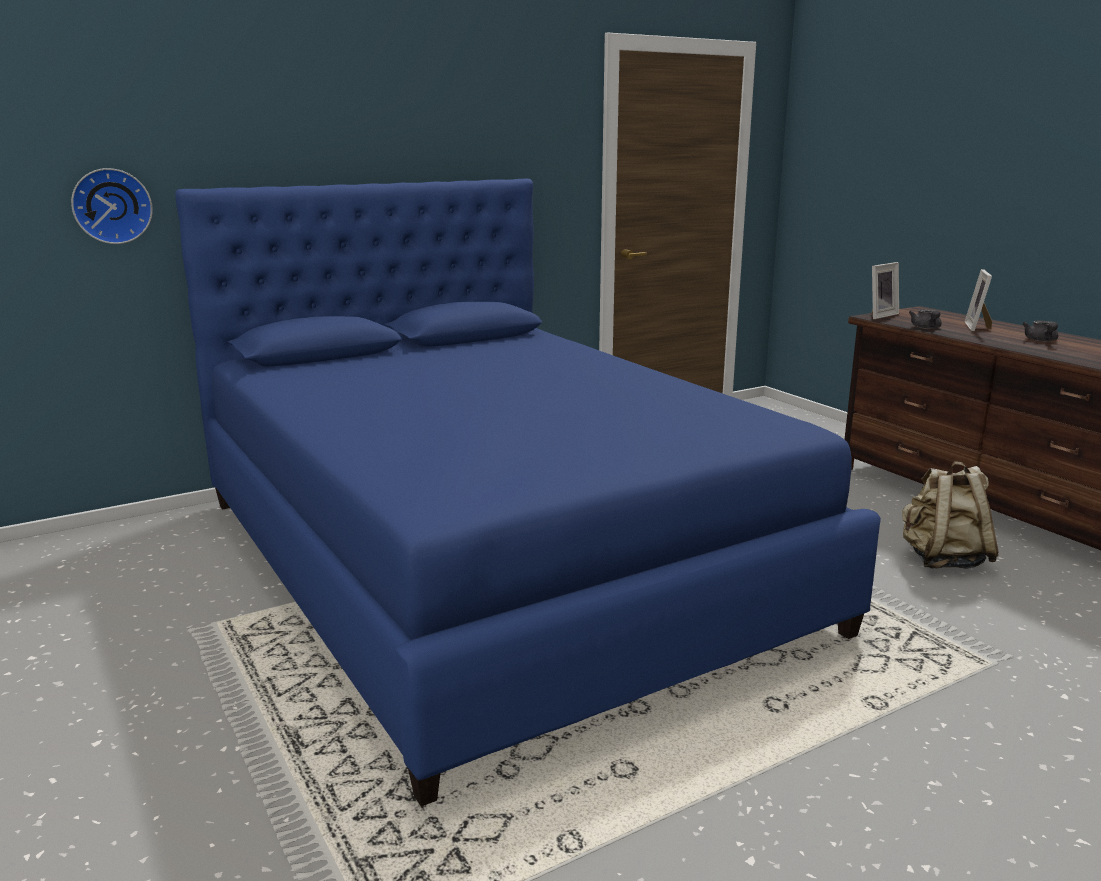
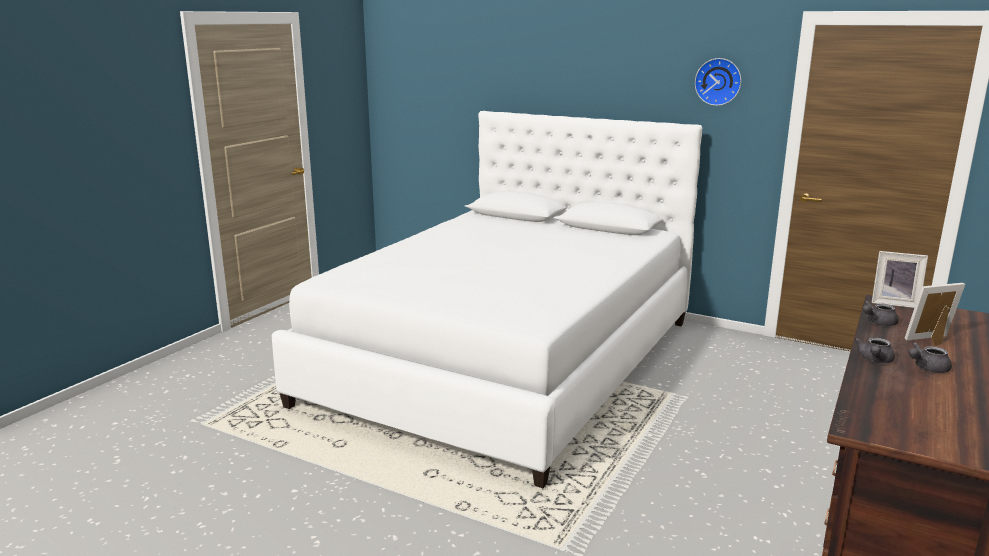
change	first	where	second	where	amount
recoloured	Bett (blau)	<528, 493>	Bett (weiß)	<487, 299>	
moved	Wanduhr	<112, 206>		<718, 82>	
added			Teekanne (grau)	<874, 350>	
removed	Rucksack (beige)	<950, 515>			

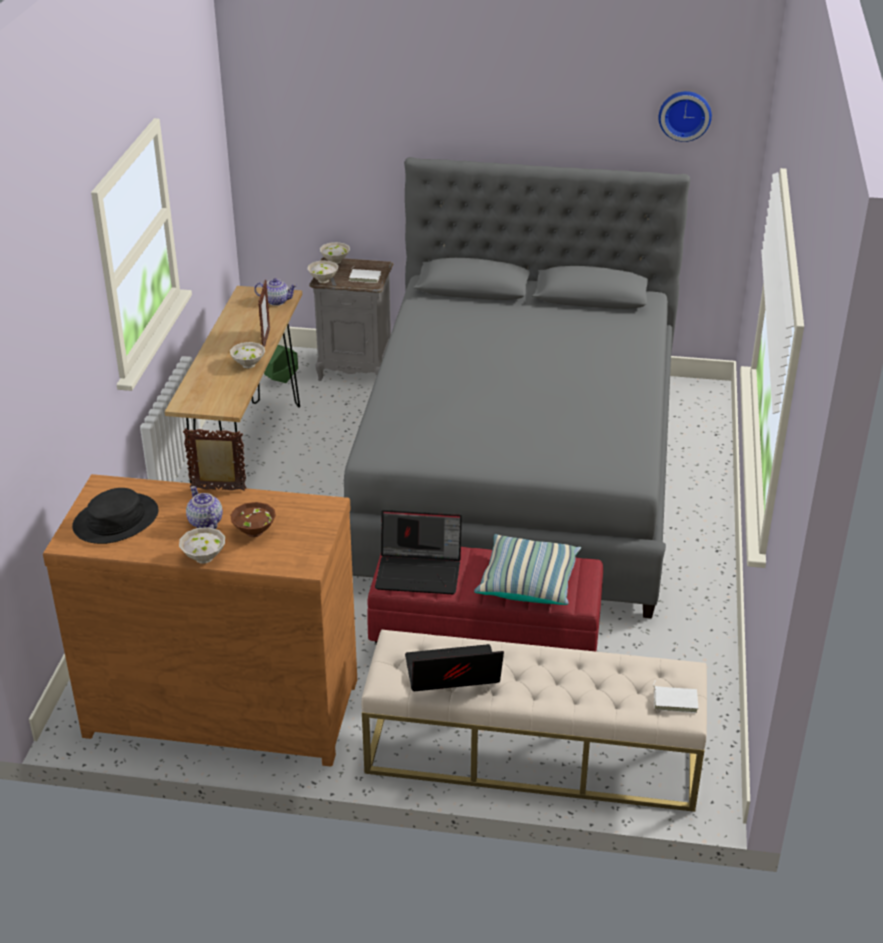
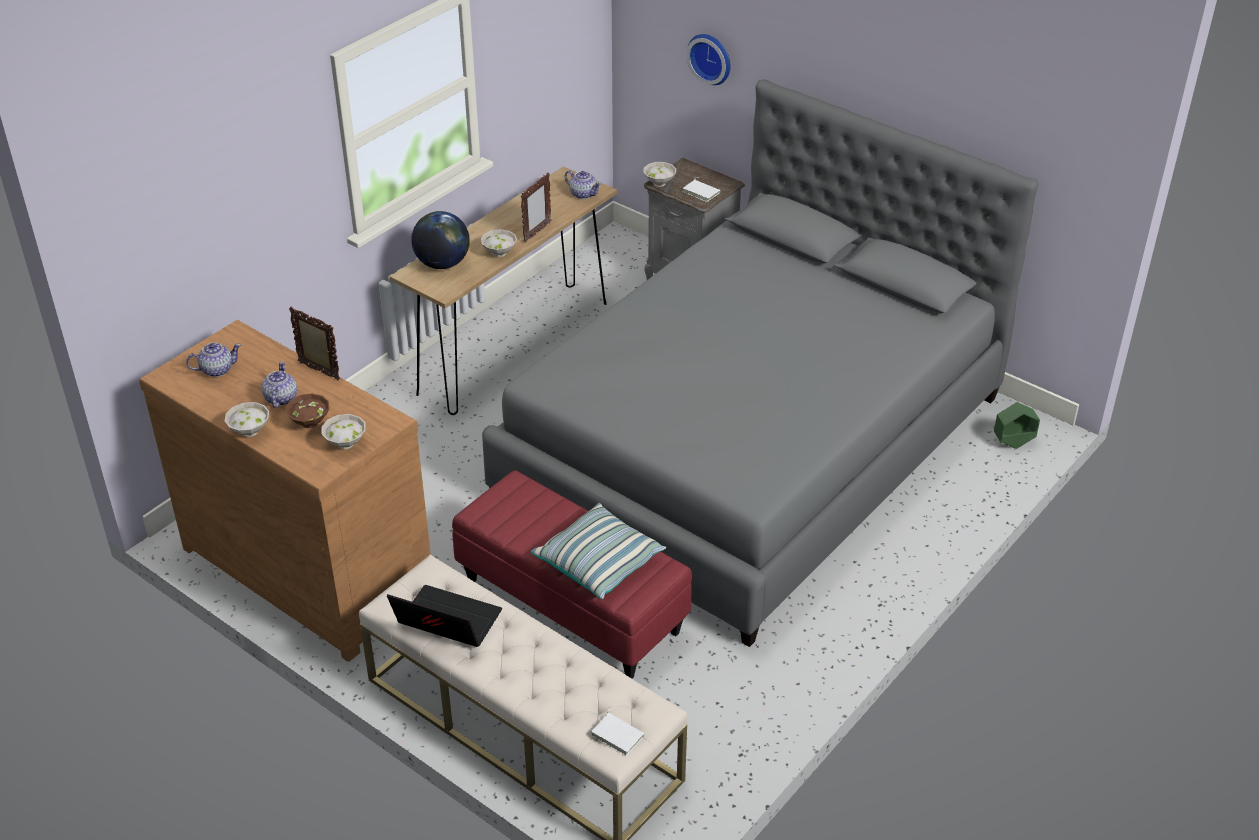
change	first	where	second	where	amount
replaced	Hut (schwarz)	<115, 516>	Teekanne	<213, 360>	
moved	Schüssel (weiß)	<335, 253>		<343, 431>	
added			Globus	<440, 240>	
moved	Wanduhr	<685, 116>		<708, 59>	
moved	Pflanzkübel (grün)	<281, 364>		<1017, 425>	
removed	Laptop	<418, 552>			

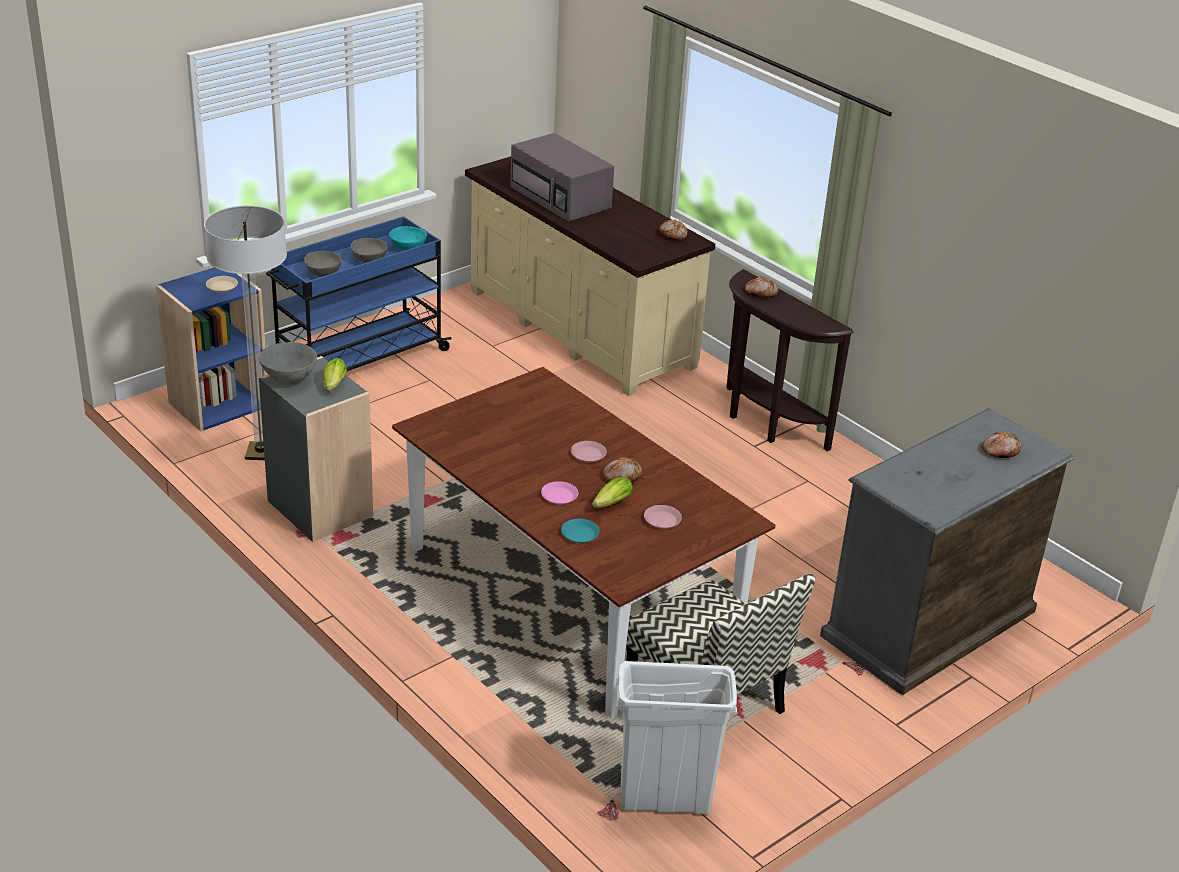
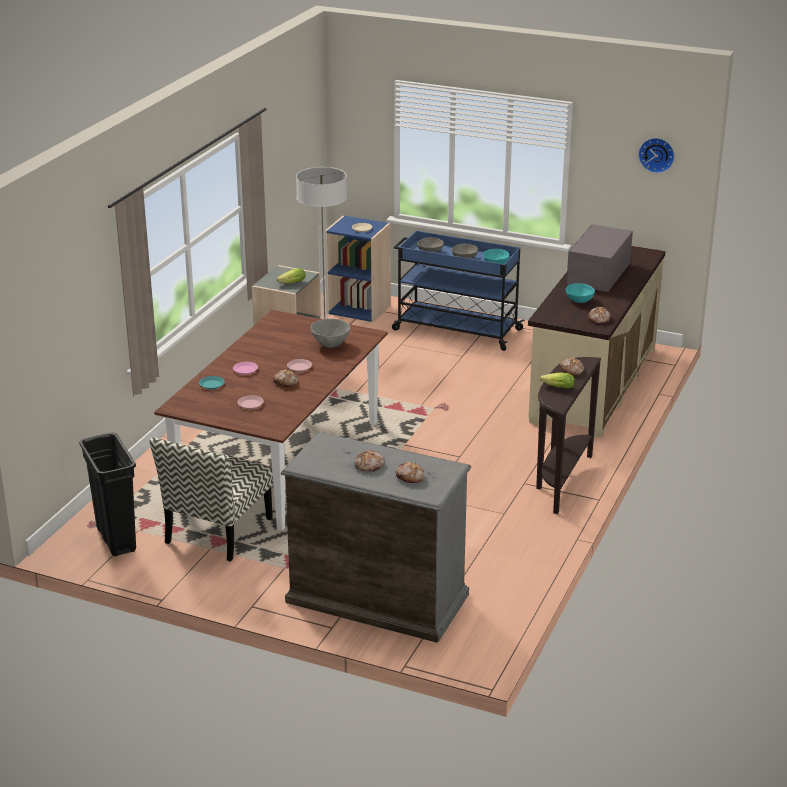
change	first	where	second	where	amount
recoloured	Mülleimer (weiß)	<676, 737>	Mülleimer (schwarz)	<107, 494>	
moved	Schüssel (grau)	<288, 363>		<330, 333>	
added			Brot	<369, 460>	
moved	Salatkopf	<612, 492>		<557, 381>	
added			Schüssel (türkis)	<580, 293>	
added			Wanduhr	<656, 155>	

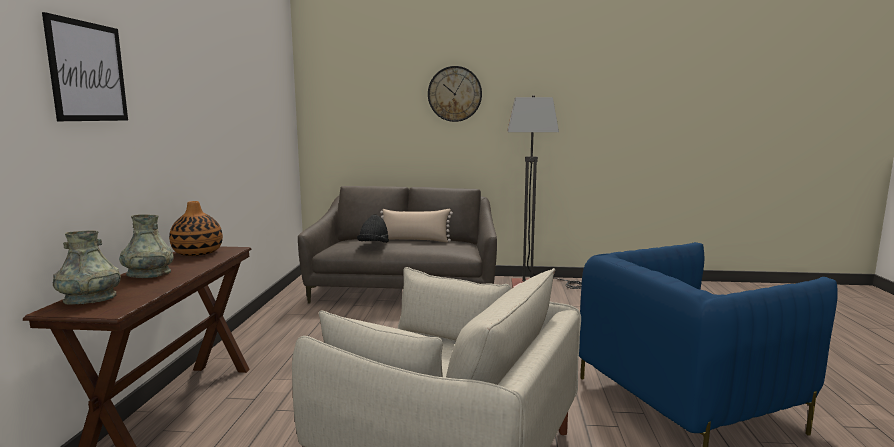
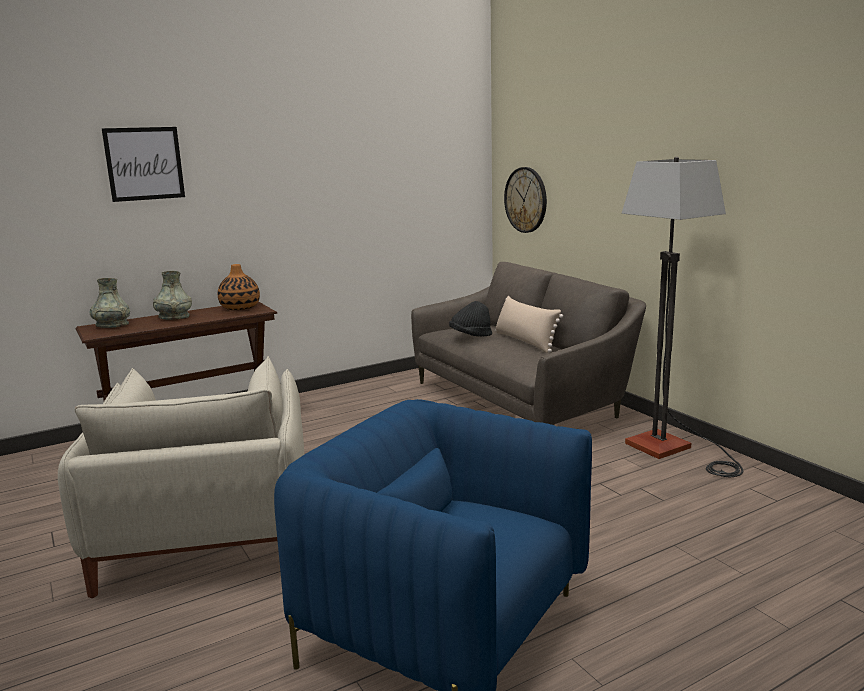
change	first	where	second	where	amount
moved	Wanduhr	<455, 94>		<525, 200>	

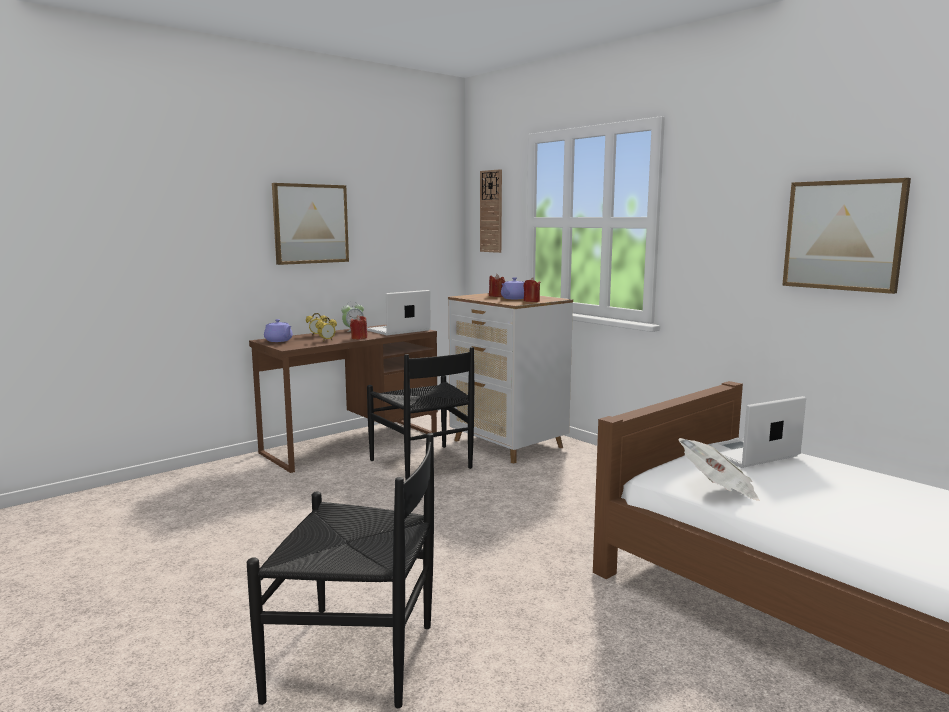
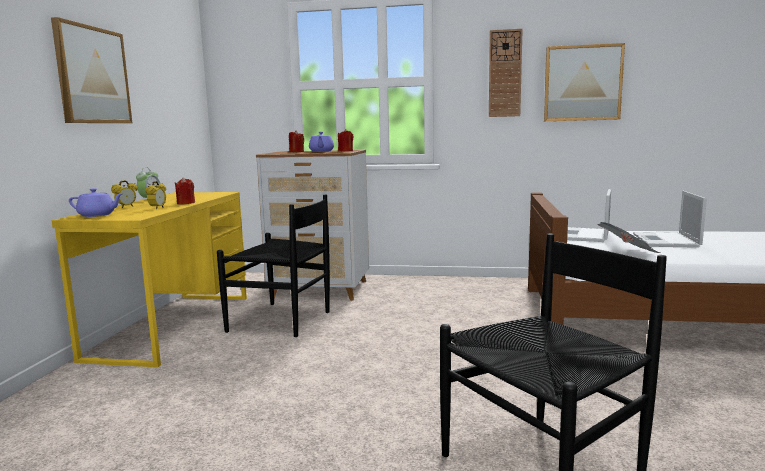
change	first	where	second	where	amount
recoloured	Schreibtisch (braun)	<343, 399>	Schreibtisch (gelb)	<149, 279>	
moved	Wanduhr	<491, 211>		<506, 73>	
moved	Laptop	<399, 312>		<670, 219>	

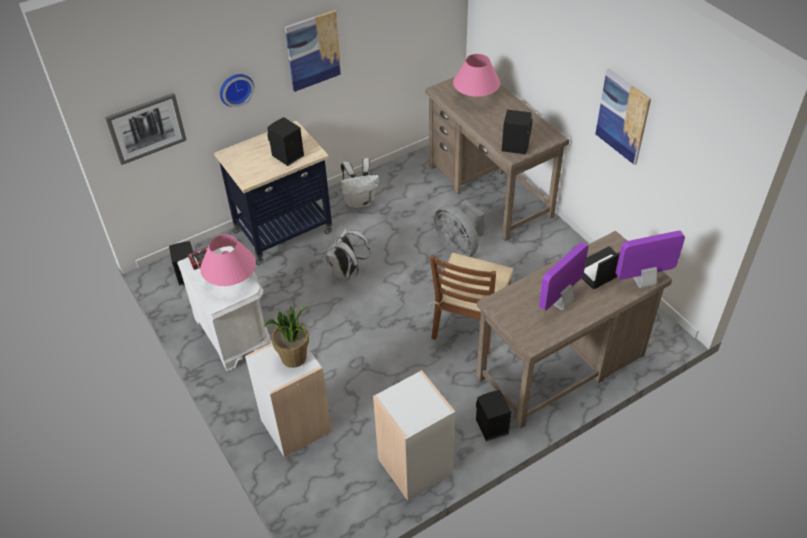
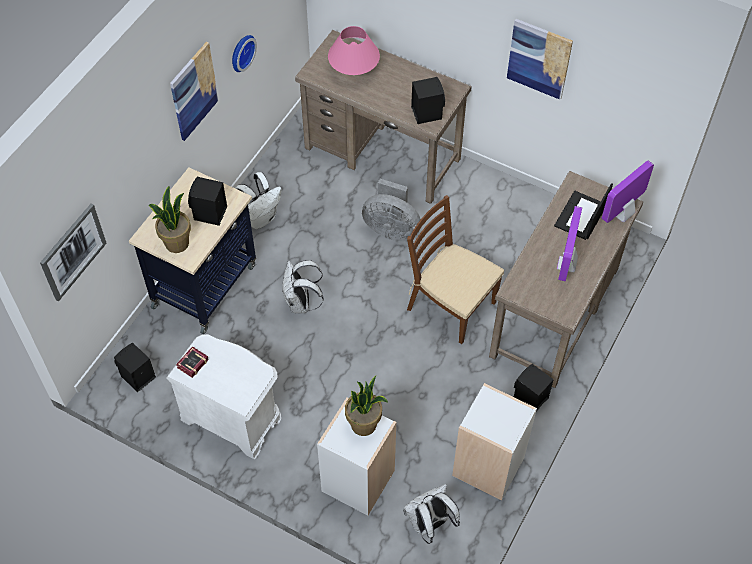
change	first	where	second	where	amount
added			Topfpflanze	<170, 219>	
moved	Wanduhr	<237, 90>		<244, 53>	
added			Rucksack (weiß)	<431, 514>	
turned	Stuhl (braun)	<470, 304>		<455, 269>	135 degrees clockwise
removed	Tischlampe (rosa)	<228, 260>			

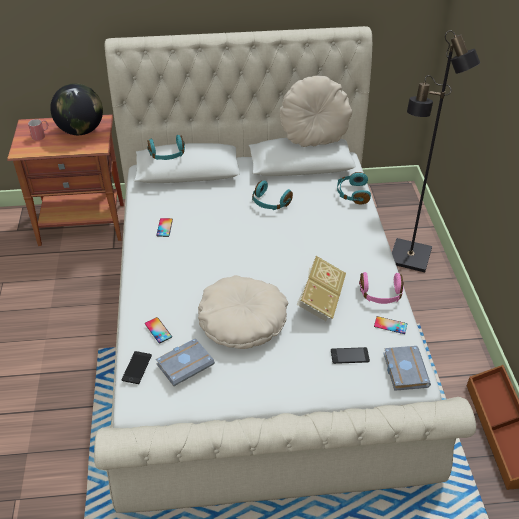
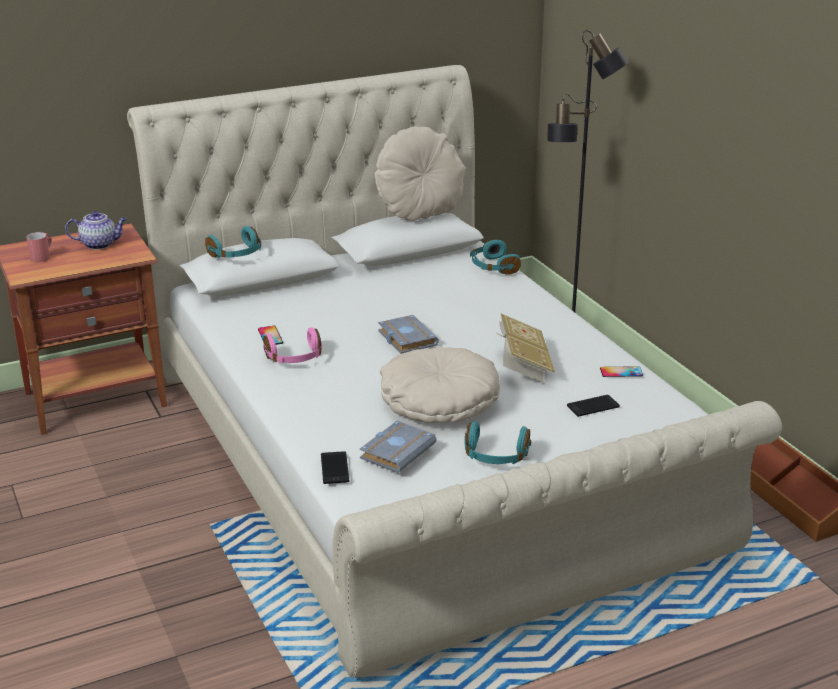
change	first	where	second	where	amount
replaced	Globus	<76, 109>	Teekanne	<96, 230>	
moved	Kopfhörer (rosa)	<381, 288>		<292, 345>	
moved	Buch (grau)	<407, 368>		<408, 334>	
moved	Kopfhörer (türkis)	<272, 195>		<497, 442>	
removed	Handy	<158, 330>			

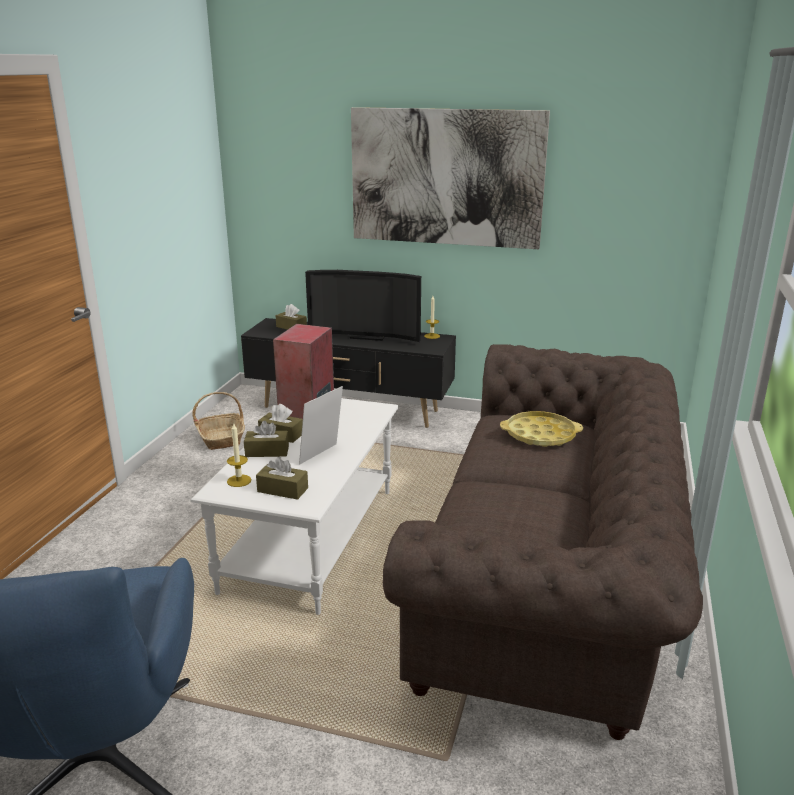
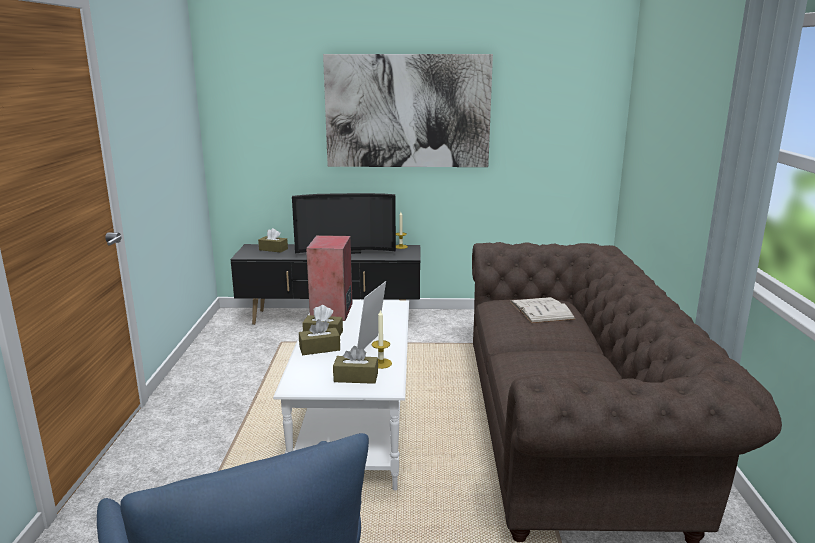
change	first	where	second	where	amount
moved	Kerze	<239, 454>		<382, 339>	
replaced	Tablett (gelb)	<541, 429>	Buch (weiß)	<543, 310>	
removed	Korb	<219, 421>			

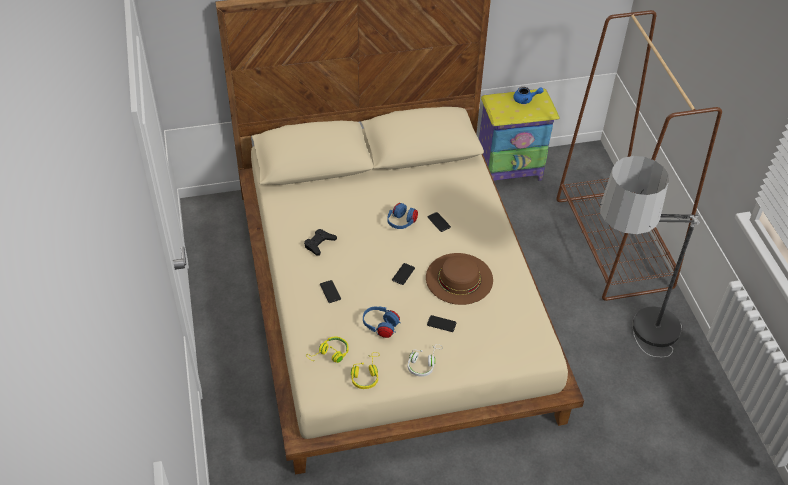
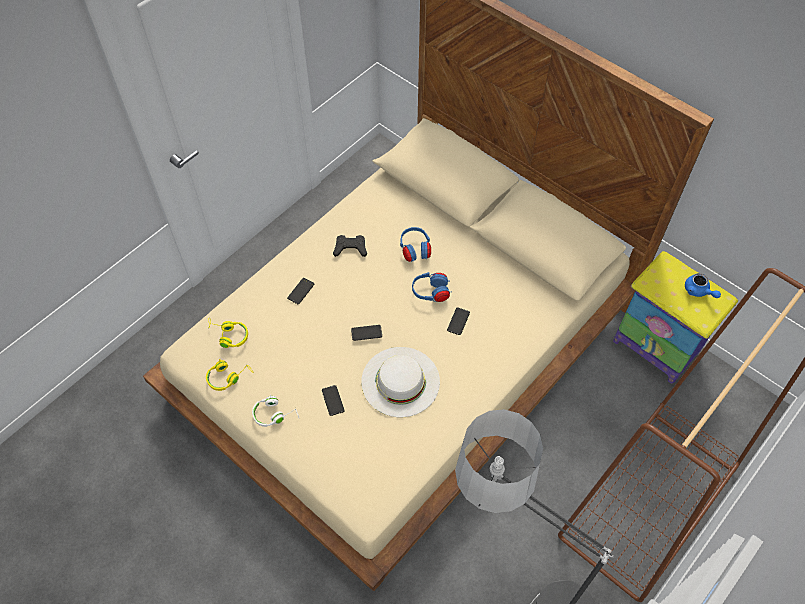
change	first	where	second	where	amount
recoloured	Hut (braun)	<459, 279>	Hut (weiß)	<400, 382>	
moved	Kopfhörer (blau)	<381, 322>		<415, 244>	

